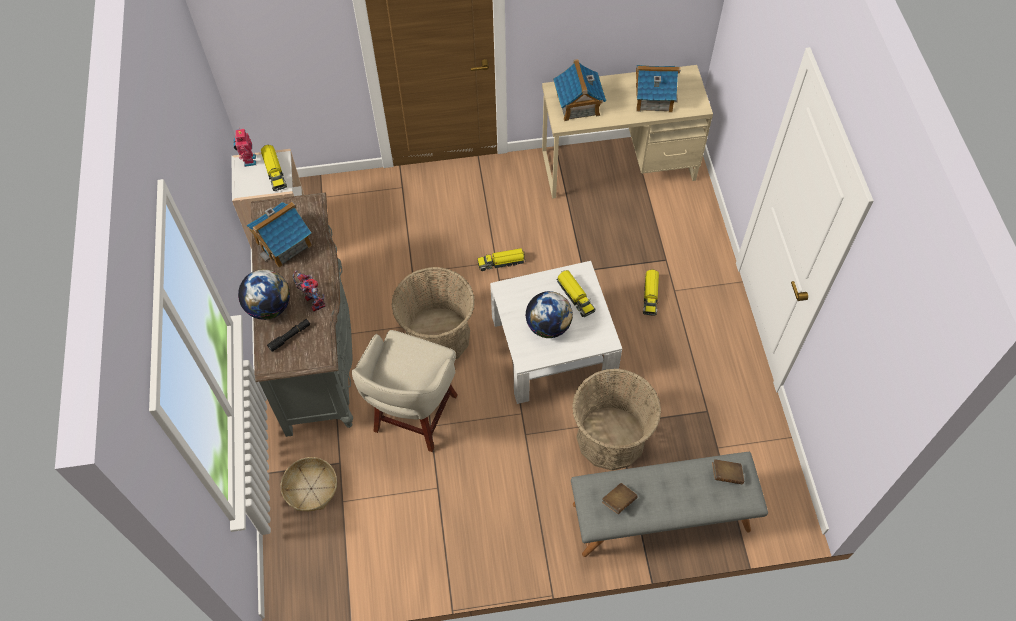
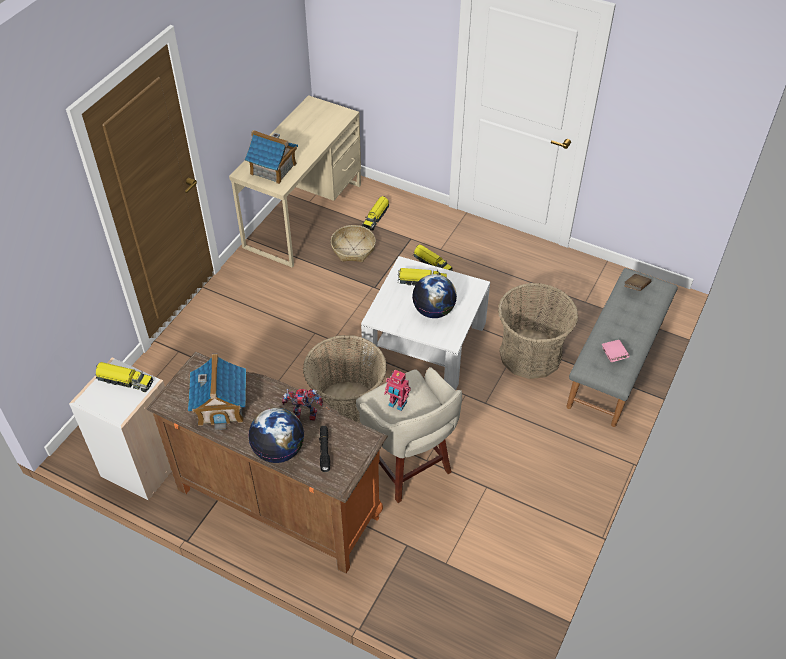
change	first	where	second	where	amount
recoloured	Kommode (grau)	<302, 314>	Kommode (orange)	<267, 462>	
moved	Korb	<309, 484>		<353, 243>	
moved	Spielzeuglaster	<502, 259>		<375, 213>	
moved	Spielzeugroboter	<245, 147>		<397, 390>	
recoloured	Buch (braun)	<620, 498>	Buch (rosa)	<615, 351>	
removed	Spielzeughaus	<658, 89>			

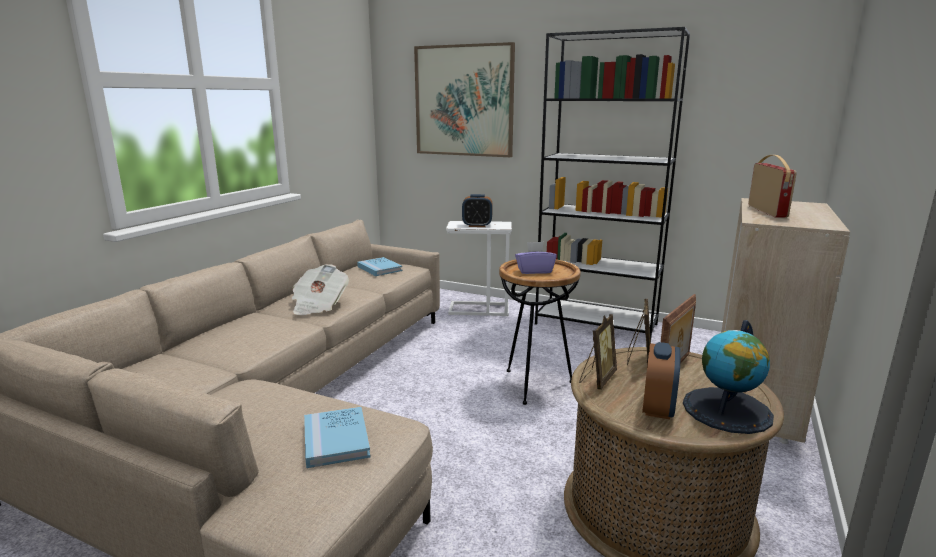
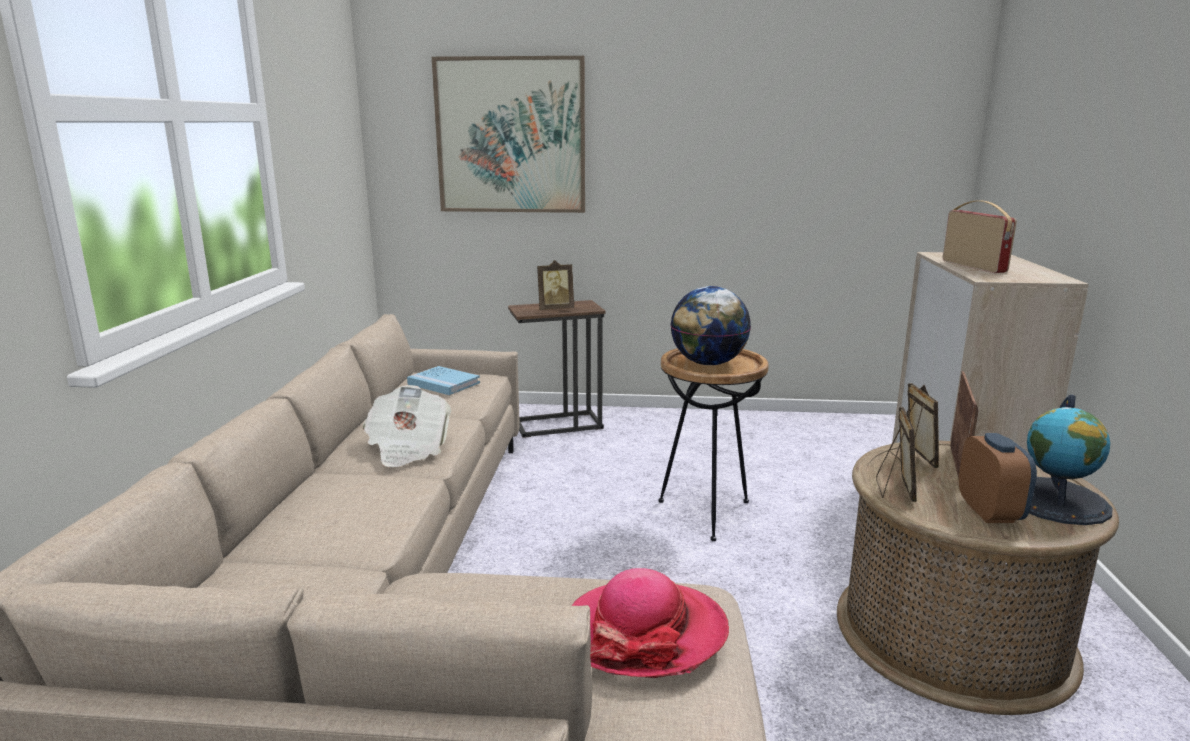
change	first	where	second	where	amount
recoloured	Beistelltisch (weiß)	<479, 268>	Beistelltisch (braun)	<557, 369>	
replaced	Wecker	<477, 210>	Bilderrahmen	<555, 285>	
replaced	Buch (blau)	<337, 437>	Hut	<650, 623>	
replaced	Taschentuchbox (lila)	<536, 258>	Globus	<710, 325>	
removed	Bücherregal (weiß)	<612, 182>			

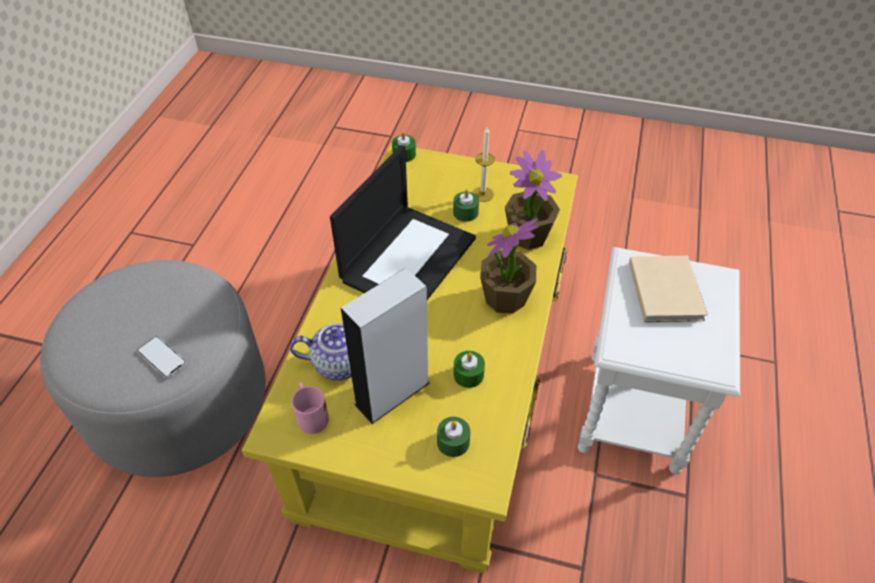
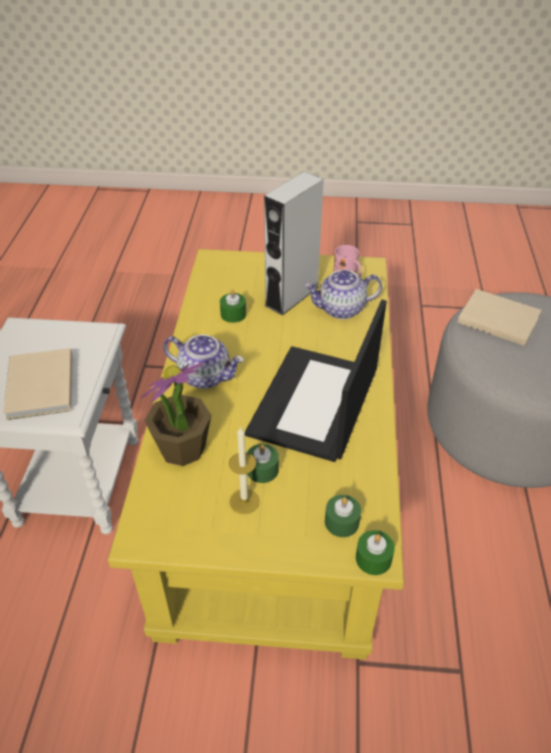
change	first	where	second	where	amount
replaced	Topfpflanze	<509, 266>	Teekanne	<203, 361>	
moved	Kerze (grün)	<453, 437>		<343, 516>	
replaced	Handy	<162, 357>	Buch (beige)	<499, 317>	

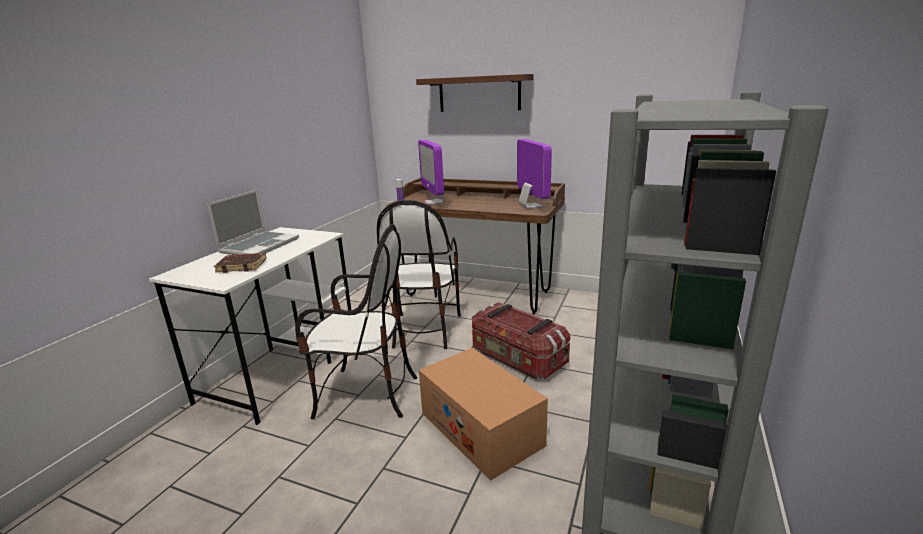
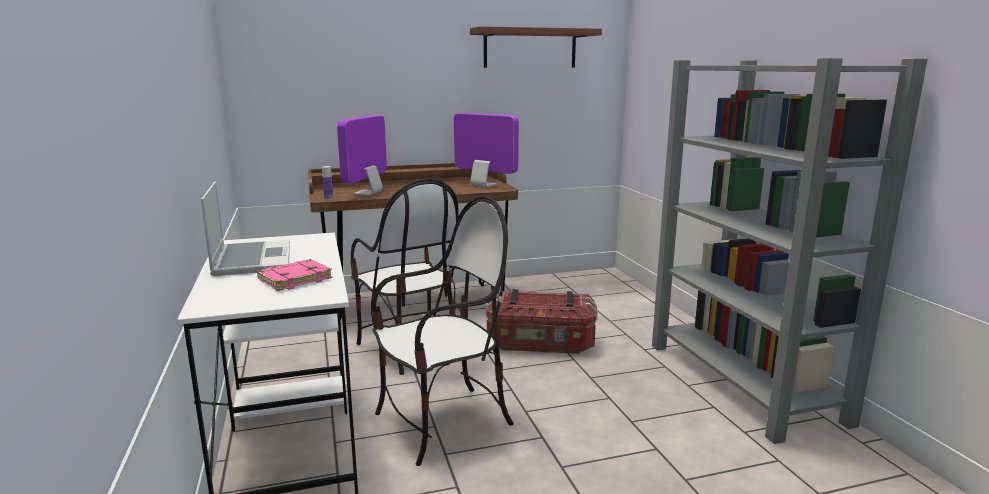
change	first	where	second	where	amount
recoloured	Buch (braun)	<240, 263>	Buch (rosa)	<294, 275>	
turned	Monitor	<431, 172>		<362, 155>	75 degrees clockwise
moved	Wandregal (braun)	<475, 93>		<536, 47>	
removed	Karton	<483, 414>			

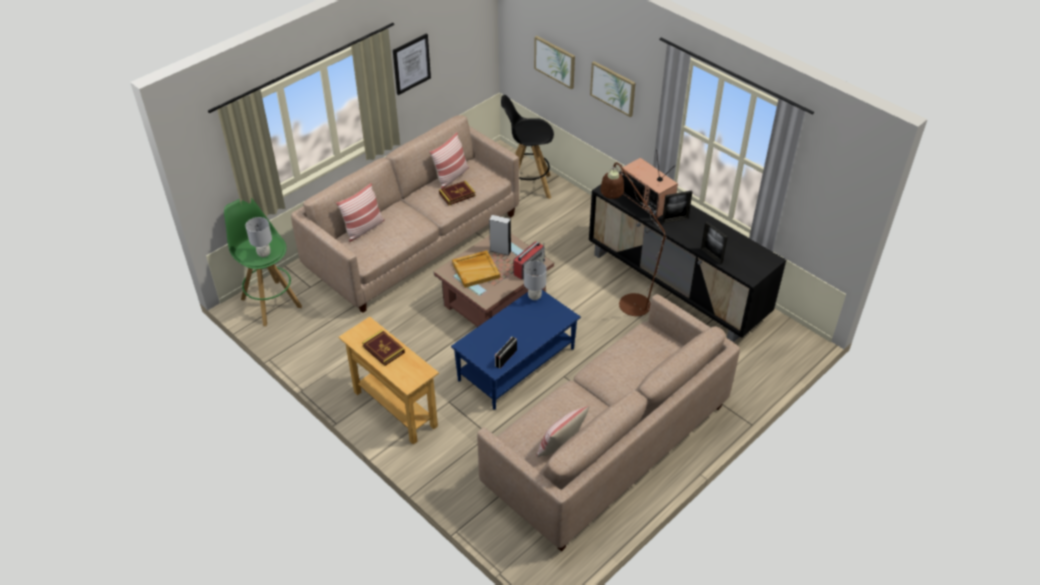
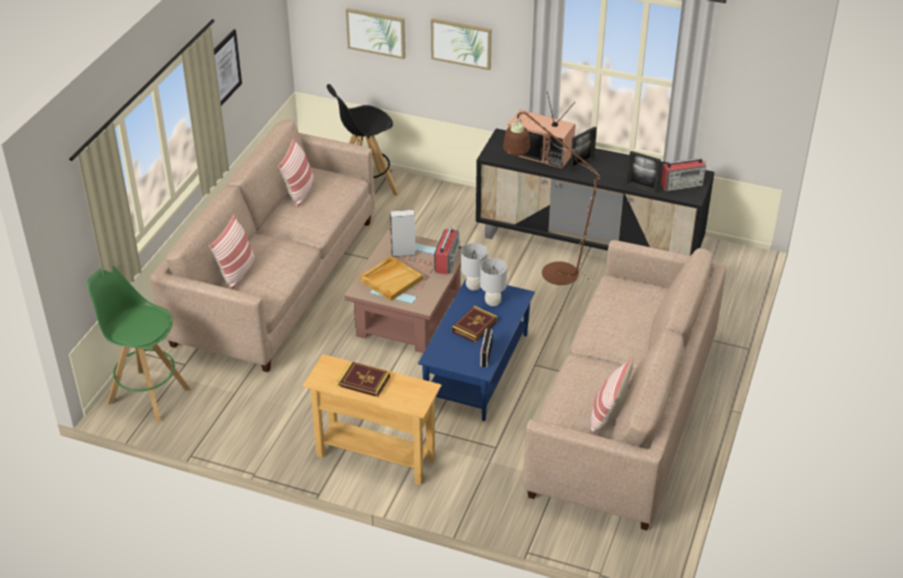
change	first	where	second	where	amount
moved	Buch	<457, 193>		<475, 324>	
moved	Tischlampe (grau)	<259, 237>		<493, 282>	
added			Radio	<683, 174>	

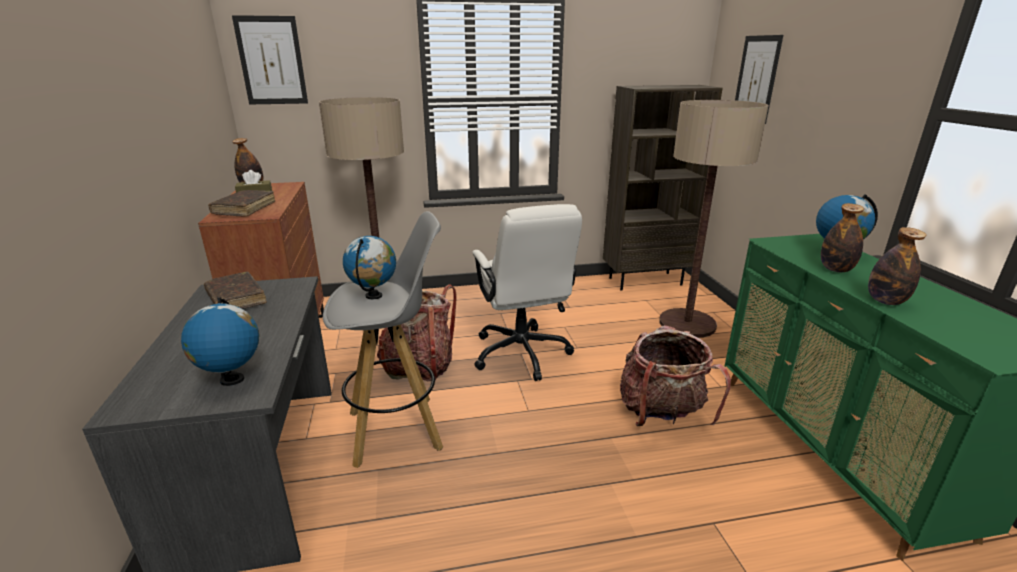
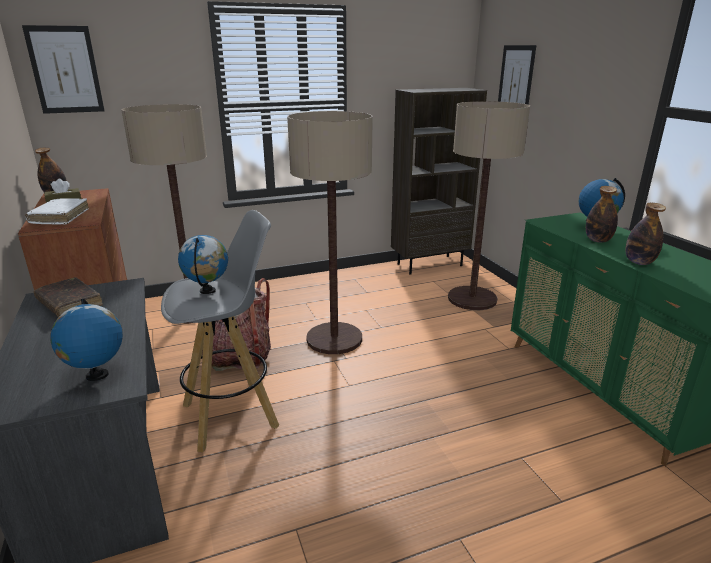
change	first	where	second	where	amount
recoloured	Buch (braun)	<241, 203>	Buch (weiß)	<57, 211>	
replaced	Bürostuhl (weiß)	<527, 292>	Stehlampe	<330, 232>	
removed	Rucksack	<675, 375>			

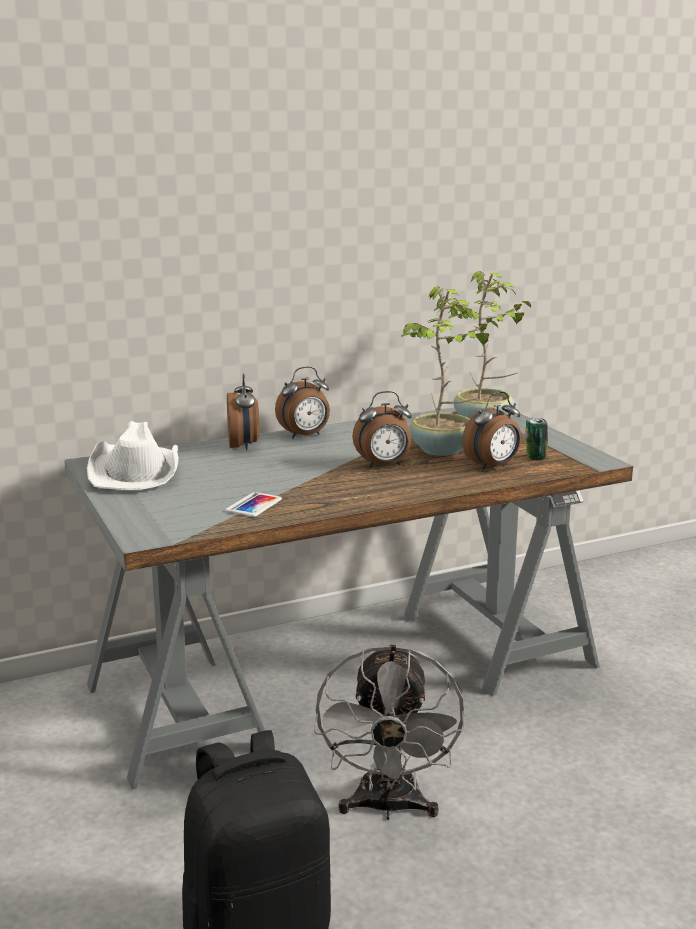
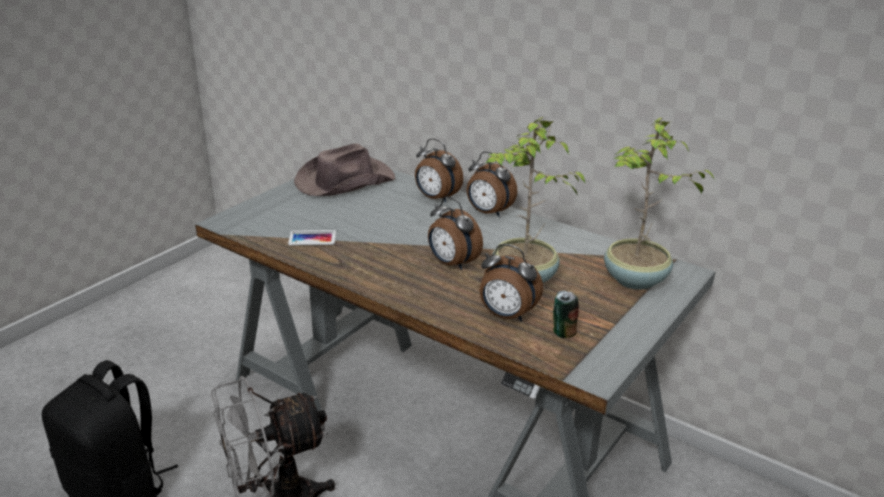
change	first	where	second	where	amount
recoloured	Hut (weiß)	<133, 455>	Hut (braun)	<344, 169>	
turned	Wecker	<243, 412>		<439, 170>	75 degrees clockwise

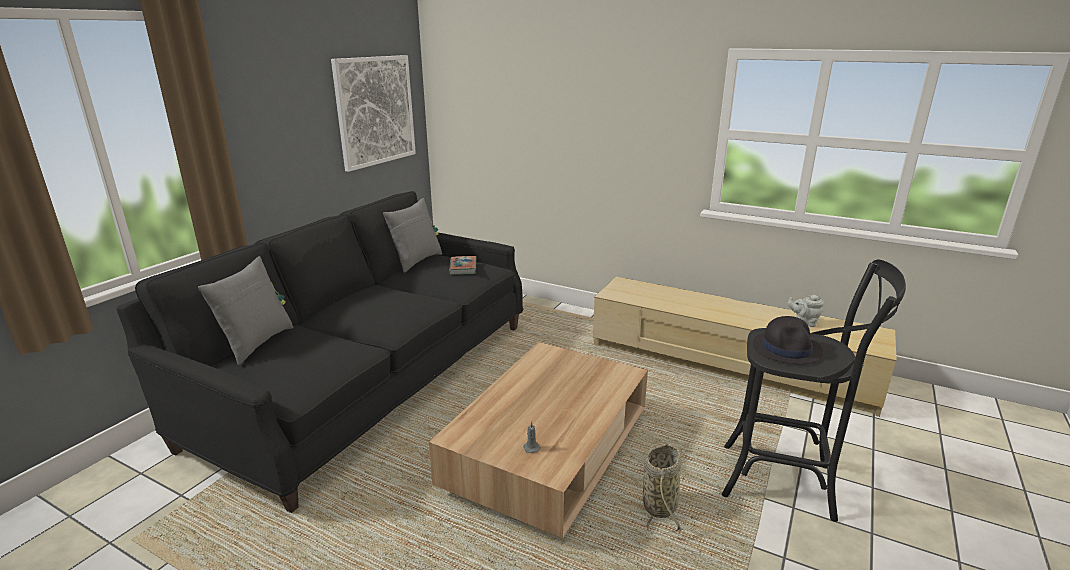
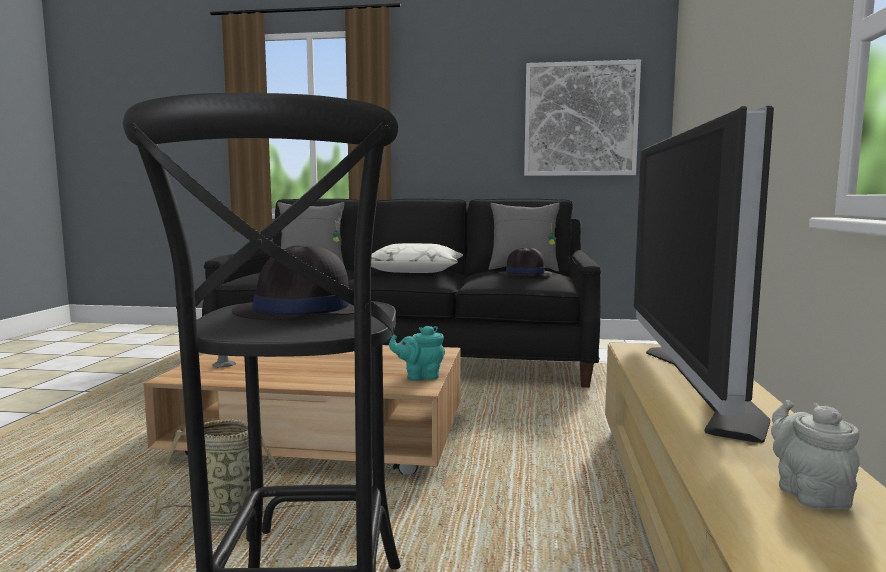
change	first	where	second	where	amount
added			Kissen (weiß)	<417, 258>	
added			Teekanne (türkis)	<417, 353>	
replaced	Buch	<462, 265>	Hut (schwarz)	<525, 262>	
added			Fernseher	<704, 274>	

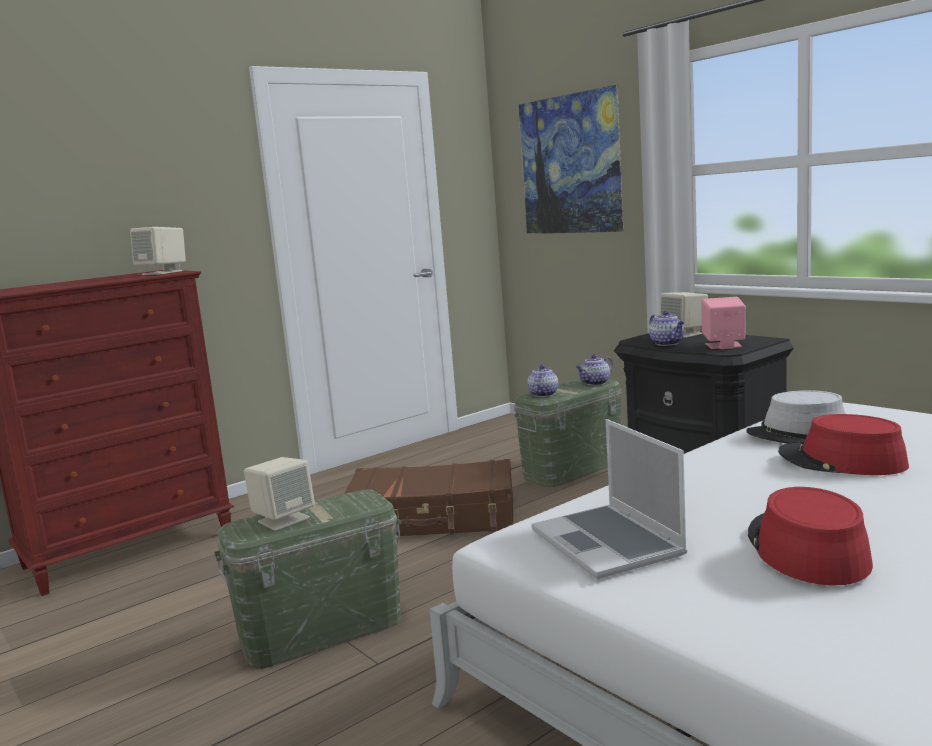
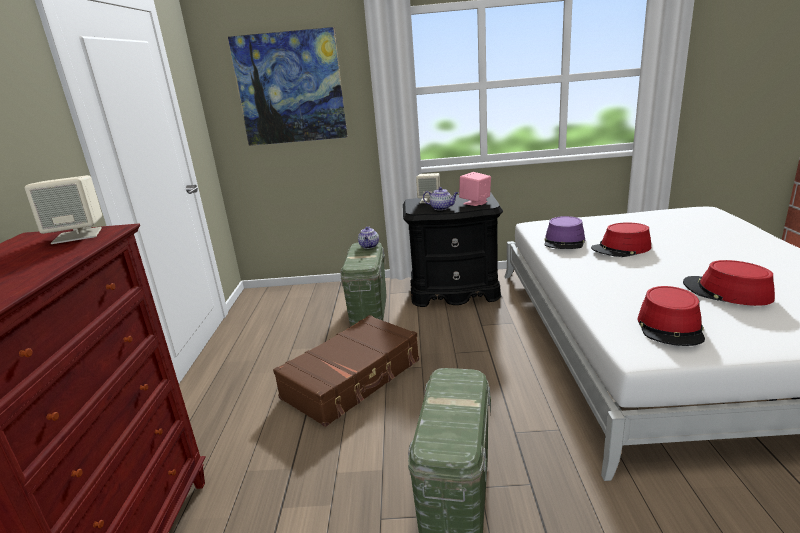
change	first	where	second	where	amount
recoloured	Hut (grau)	<796, 417>	Hut (lila)	<565, 232>	
replaced	Laptop	<609, 499>	Hut (rot)	<671, 316>	
removed	Lautsprecher (beige)	<279, 494>			
removed	Teekanne	<542, 381>			

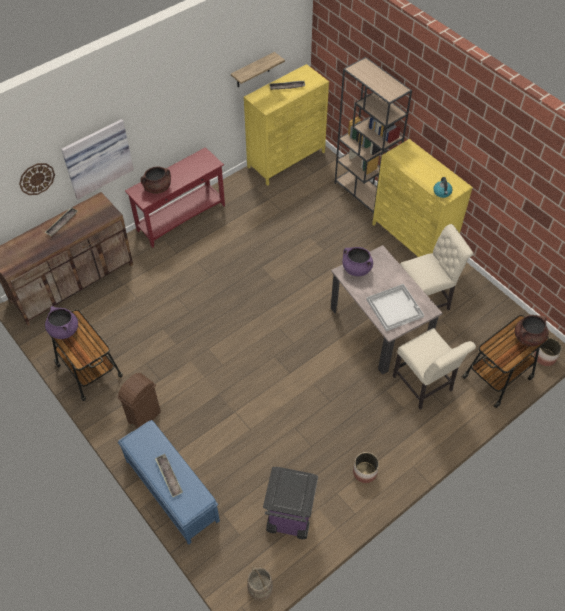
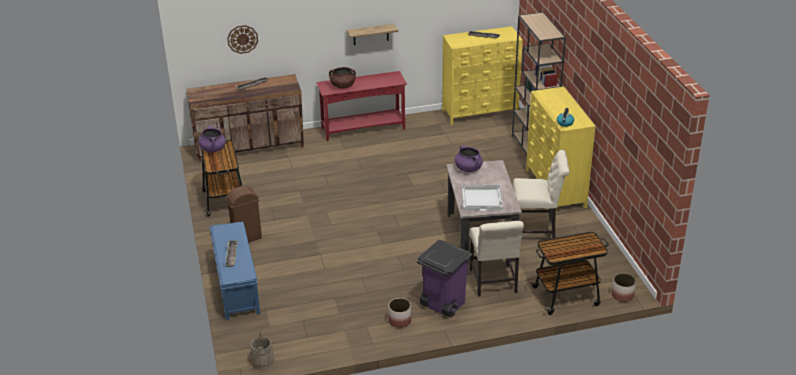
change	first	where	second	where	amount
moved	Wandregal	<258, 69>		<372, 34>	
moved	Mülleimer (lila)	<290, 503>		<444, 278>	
removed	Bild	<97, 159>			
removed	Kochtopf (braun)	<532, 330>			

